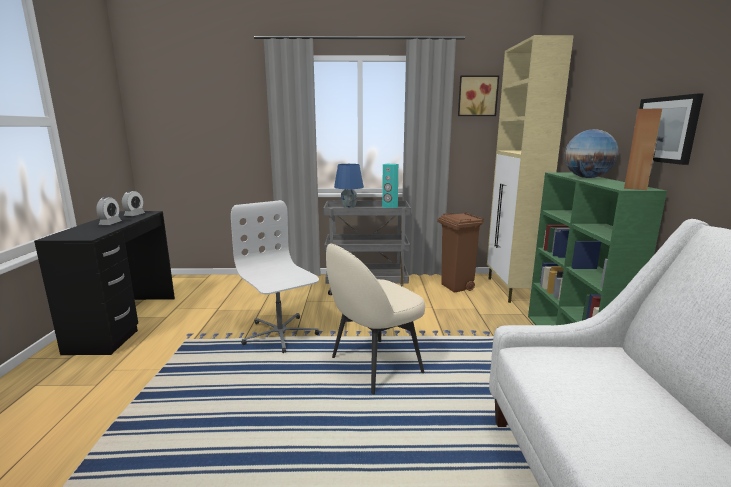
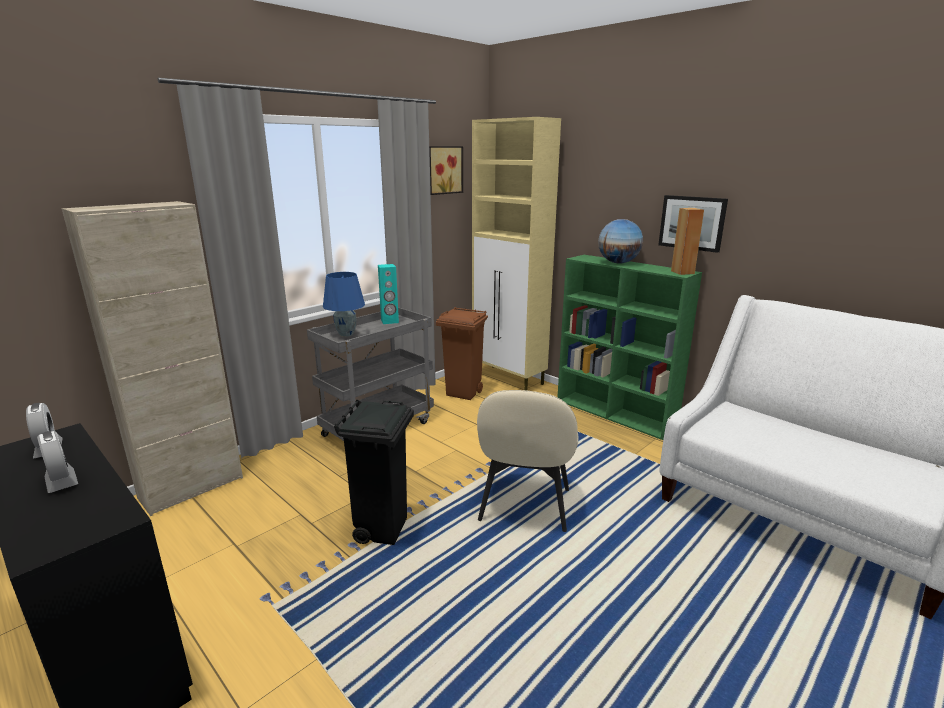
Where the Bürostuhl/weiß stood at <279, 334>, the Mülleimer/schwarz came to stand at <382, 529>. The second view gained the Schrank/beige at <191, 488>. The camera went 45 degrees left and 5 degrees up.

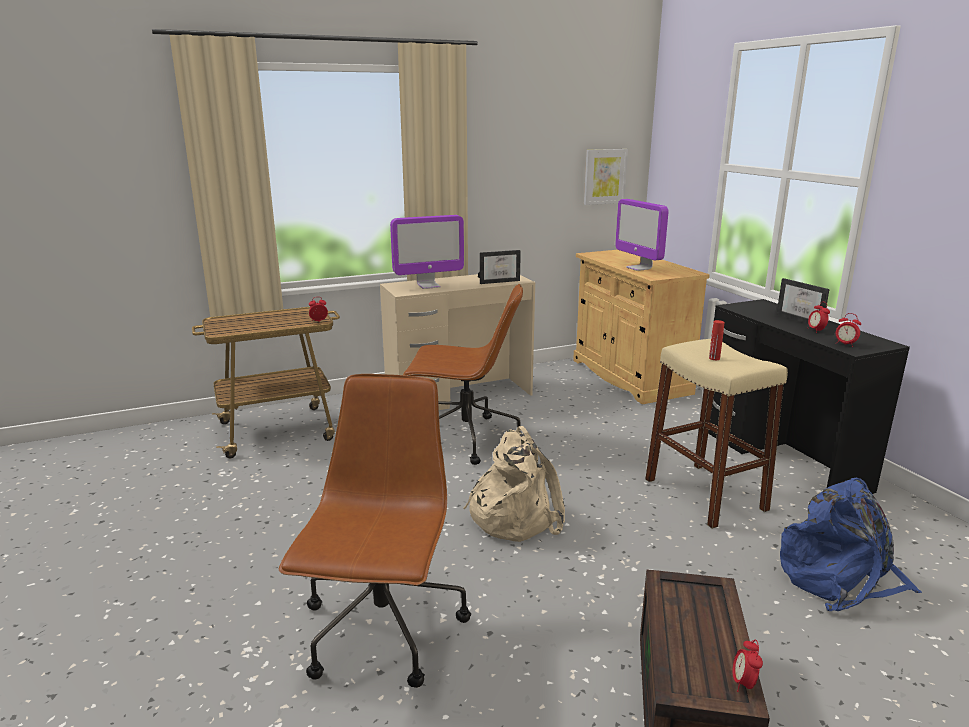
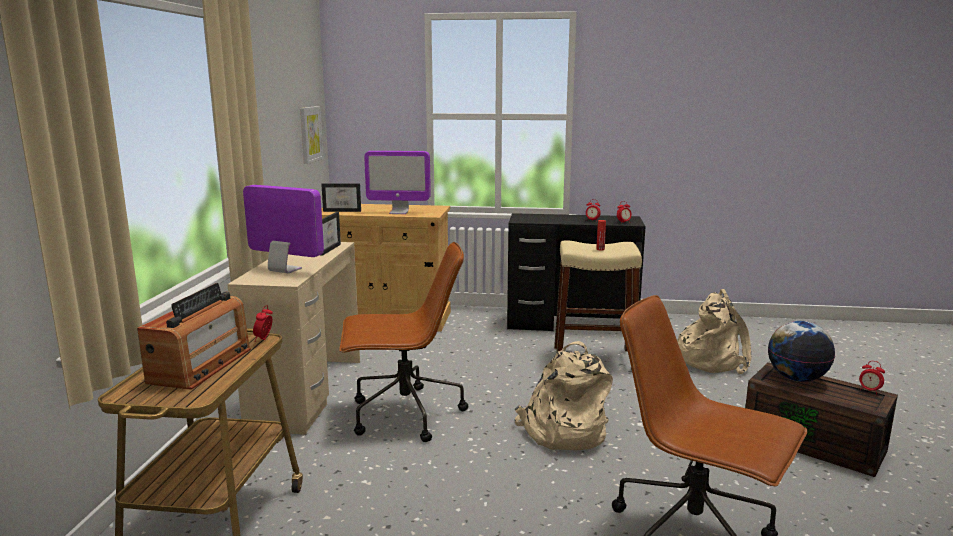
The Monitor at <428, 286> ended up facing another way, 75 degrees counterclockwise from before. The Bilderrahmen ended up elsewhere, having gone from <803, 320> to <343, 210>. The Bürostuhl/braun at <465, 439> ended up facing another way, 45 degrees clockwise from before. What was the Rucksack/blau at <839, 579> turned into the Rucksack/beige at <712, 360>. The second view gained the Radio at <201, 365>. The second view gained the Globus at <796, 378>. The camera went 60 degrees left and 5 degrees down.

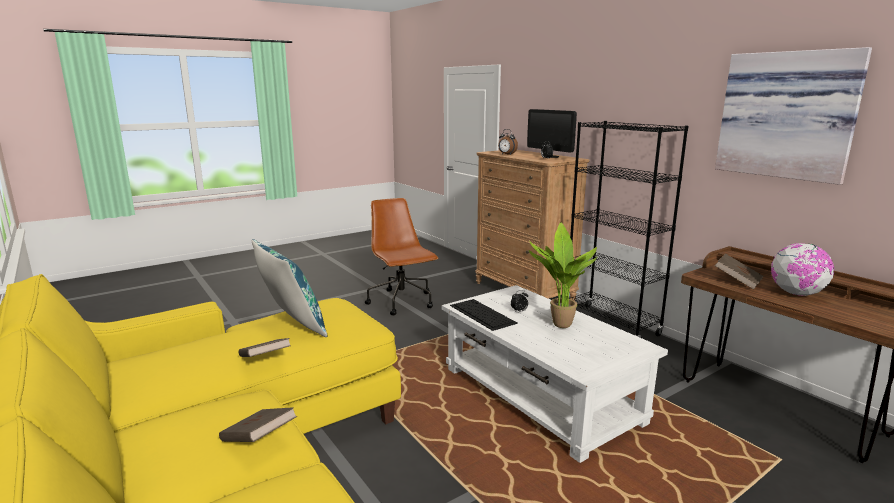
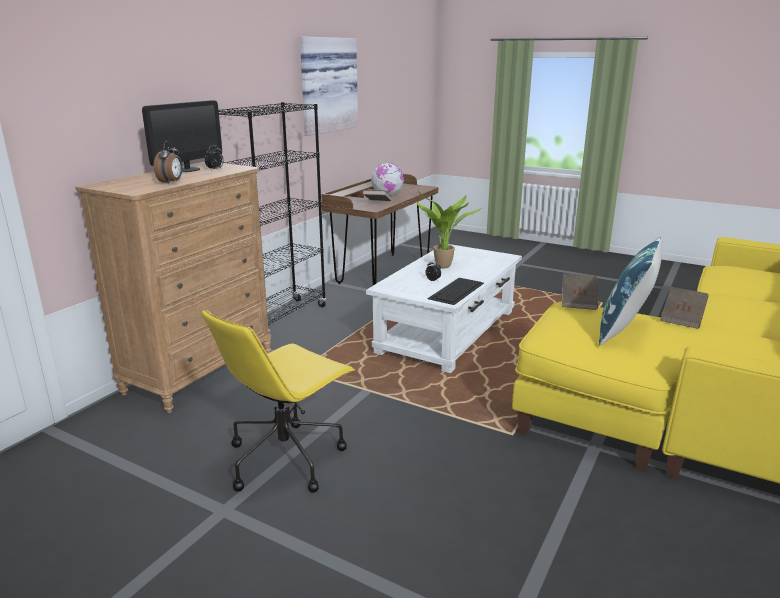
What was the Bürostuhl/braun at <402, 302> turned into the Bürostuhl/gelb at <286, 457>. The Buch/braun ended up elsewhere, having gone from <259, 440> to <578, 302>. The camera went 115 degrees left and 5 degrees up.

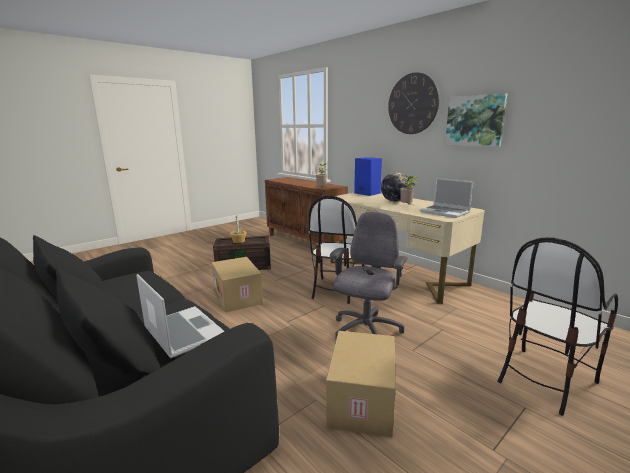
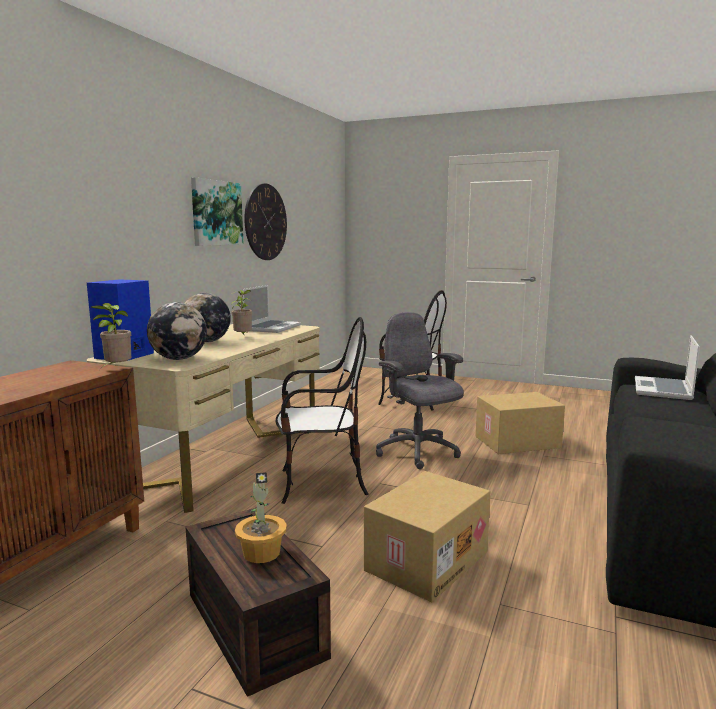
The Wanduhr ended up elsewhere, having gone from <412, 104> to <265, 222>. The Bürostuhl/grau at <365, 332> ended up facing another way, 60 degrees clockwise from before. The second view gained the Globus at <179, 359>. The camera went 115 degrees left and 5 degrees down.

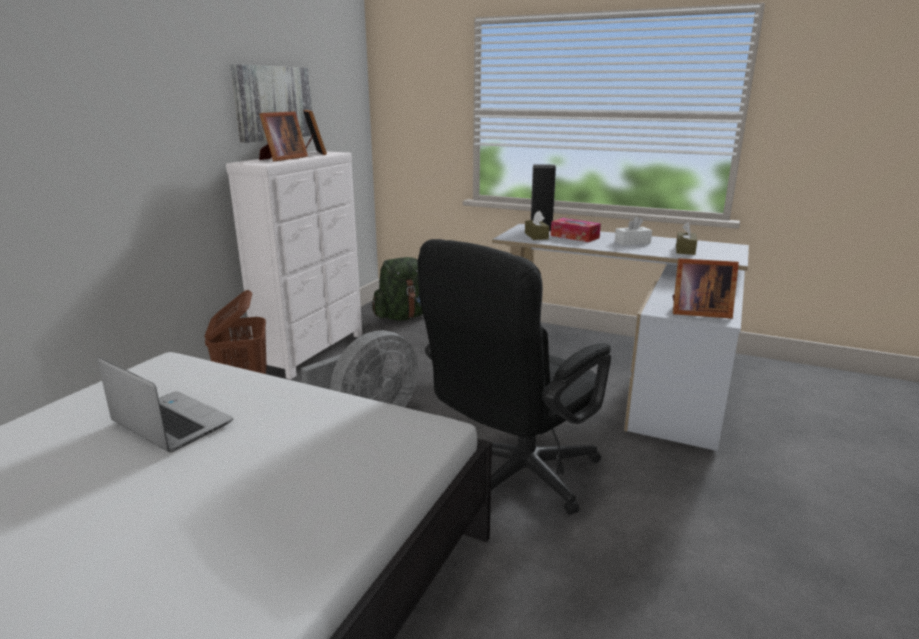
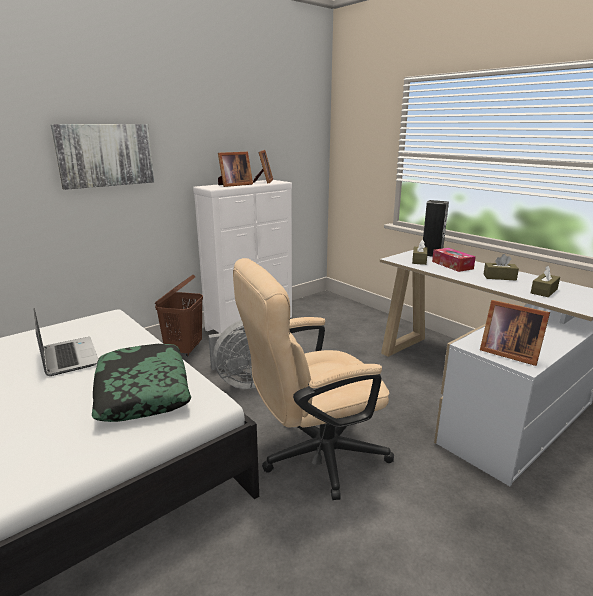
The Bild ended up elsewhere, having gone from <273, 103> to <105, 155>. What was the Taschentuchbox/weiß at <632, 242> turned into the Taschentuchbox/braun at <499, 277>. What was the Bürostuhl/schwarz at <514, 478> turned into the Bürostuhl/beige at <313, 456>. The second view lost the Rucksack/grün at <403, 317>. The second view gained the Kissen at <142, 391>. The camera went 25 degrees right and 0 degrees up.

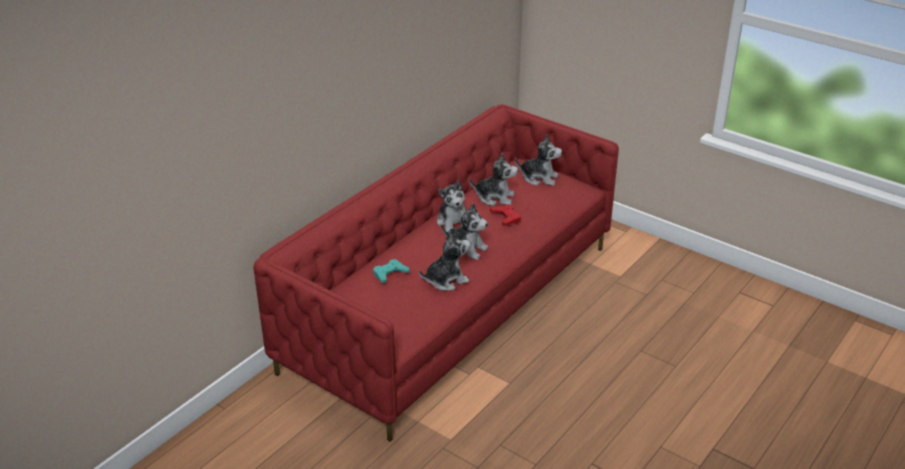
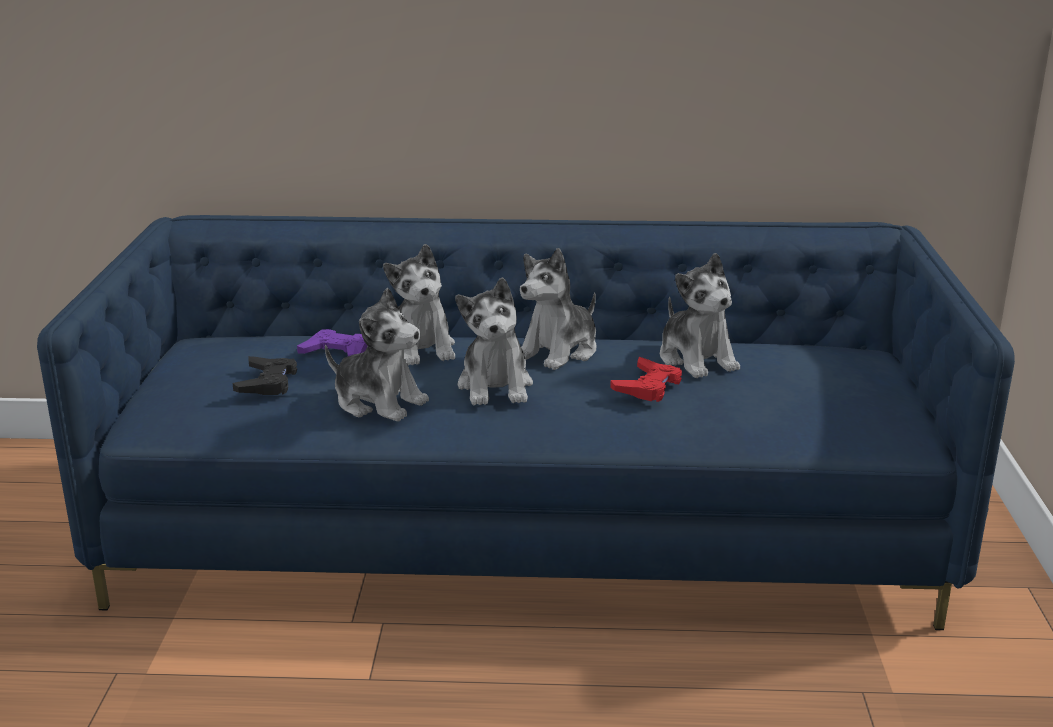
What was the Sofa/rot at <452, 305> turned into the Sofa/blau at <527, 530>. The Plüschtier ended up elsewhere, having gone from <539, 178> to <421, 348>. What was the Gamepad/türkis at <390, 274> turned into the Gamepad/lila at <337, 352>. The second view gained the Gamepad/schwarz at <267, 382>. The camera went 55 degrees right and 10 degrees down.

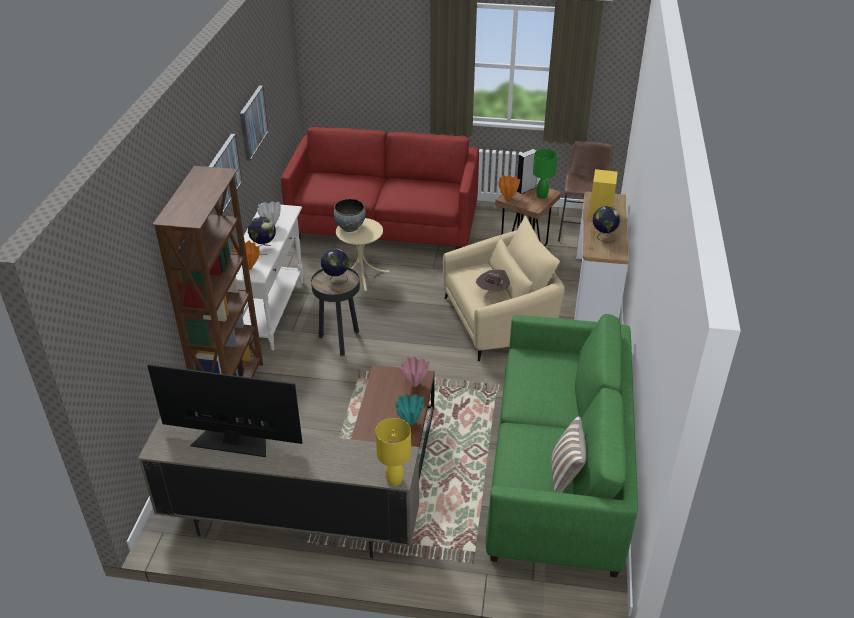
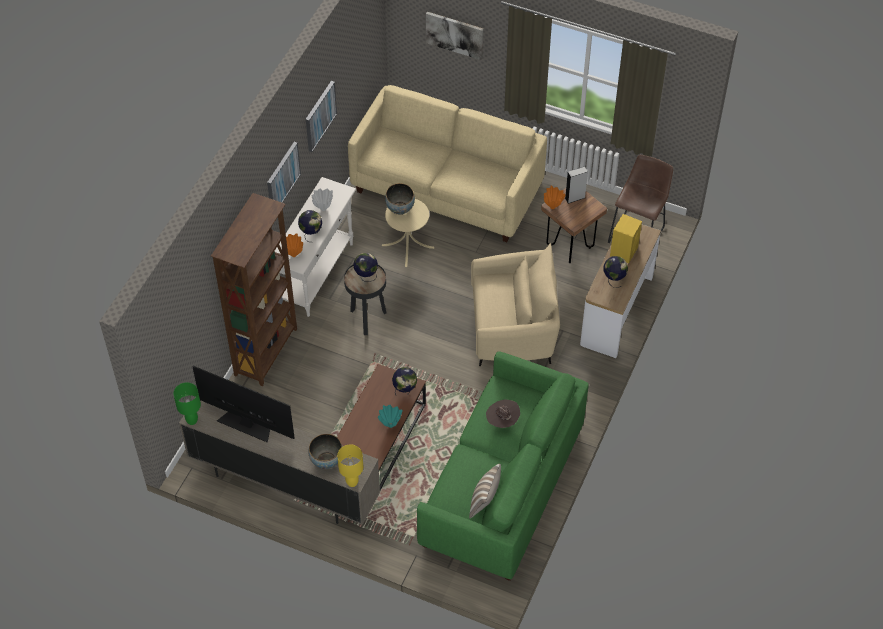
What was the Sofa/rot at <384, 225> turned into the Sofa/beige at <447, 188>. The Tischlampe/grün ended up elsewhere, having gone from <542, 196> to <192, 421>. The Hut/braun ended up elsewhere, having gone from <492, 292> to <502, 421>. Where the Vase/rosa stood at <414, 384>, the Globus came to stand at <405, 390>. The second view gained the Bild at <455, 34>. The second view gained the Schüssel at <326, 461>. The camera went 15 degrees right and 15 degrees up.

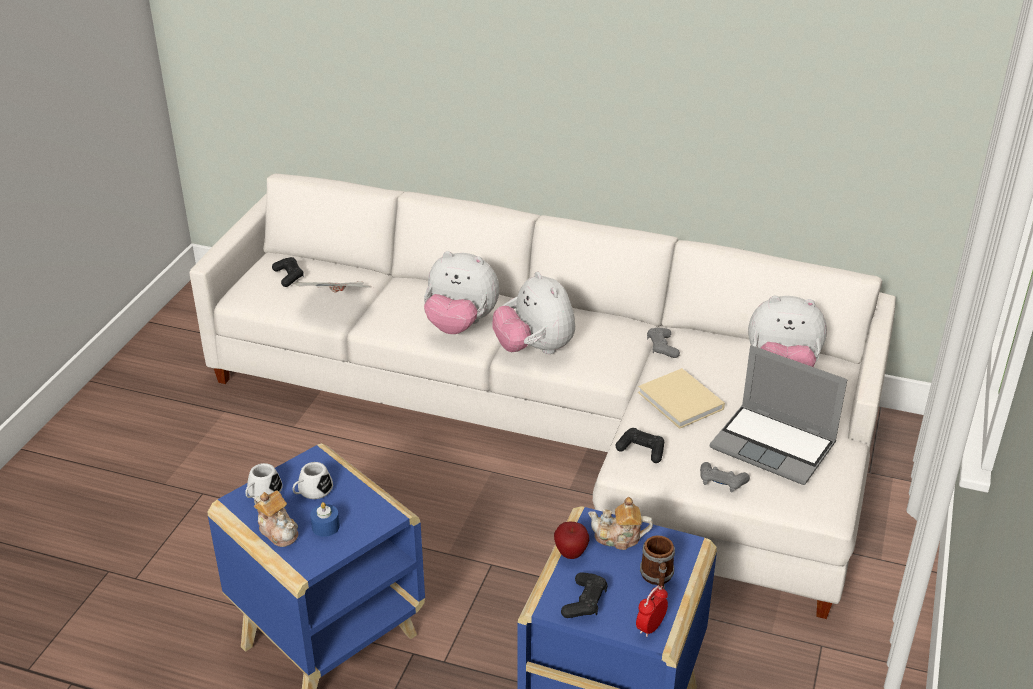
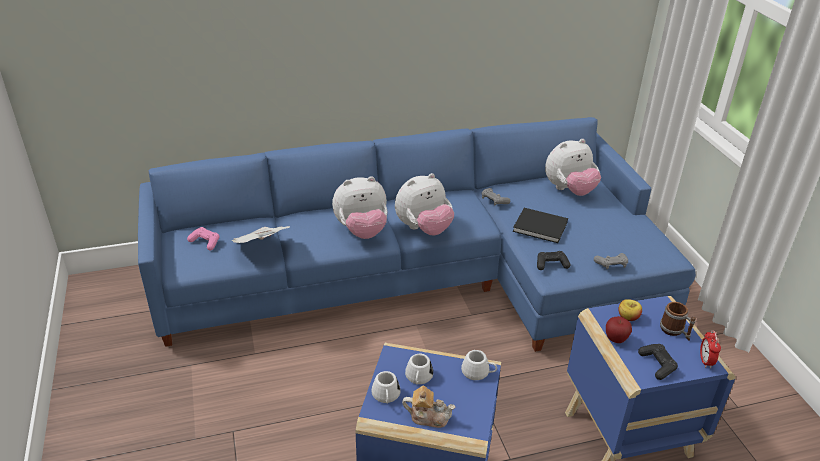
What was the Sofa/weiß at <565, 422> turned into the Sofa/blau at <428, 275>. What was the Gamepad/schwarz at <288, 276> turned into the Gamepad/rosa at <205, 242>. The Plüschtier at <534, 349> ended up facing another way, 60 degrees counterclockwise from before. The second view lost the Laptop at <775, 446>. What was the Buch/beige at <682, 402> turned into the Buch/schwarz at <541, 227>. Where the Teekanne stood at <618, 538>, the Apfel came to stand at <628, 317>. The second view lost the Kerze/blau at <325, 527>. The second view gained the Henkelbecher/weiß at <478, 372>. The camera went 35 degrees left and 0 degrees up.

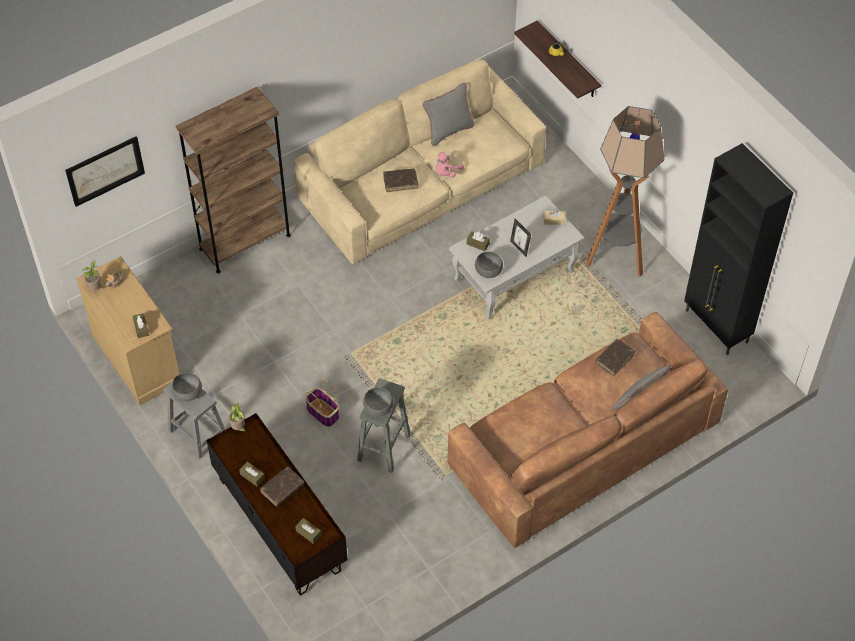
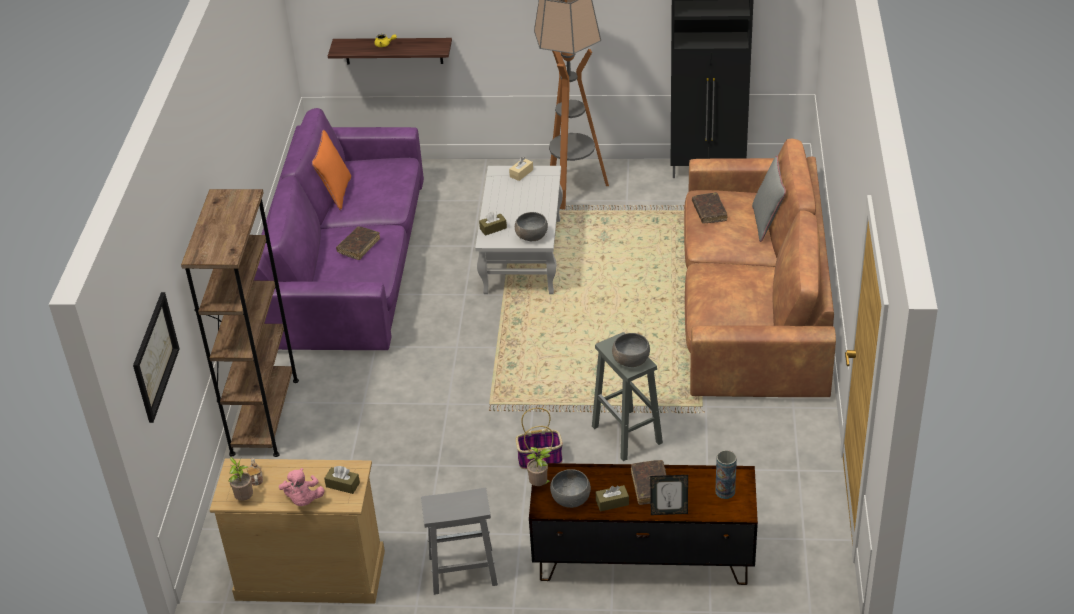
What was the Sofa/beige at <422, 183> turned into the Sofa/lila at <348, 262>. What was the Kissen/grau at <448, 131> turned into the Kissen/orange at <335, 193>. The Plüschtier/rosa ended up elsewhere, having gone from <446, 172> to <303, 500>. The Bilderrahmen ended up elsewhere, having gone from <519, 248> to <669, 512>. The Schüssel/grau ended up elsewhere, having gone from <188, 393> to <571, 499>. Where the Taschentuchbox/braun stood at <308, 533>, the Vase came to stand at <725, 491>. The camera went 50 degrees left and 15 degrees down.

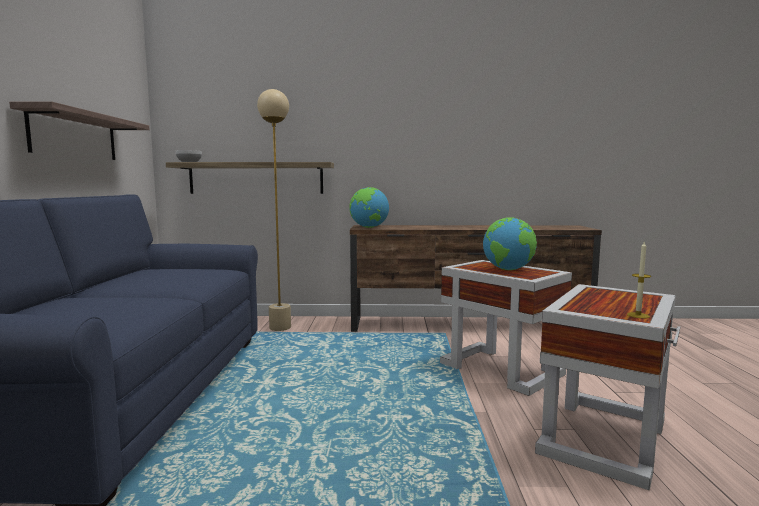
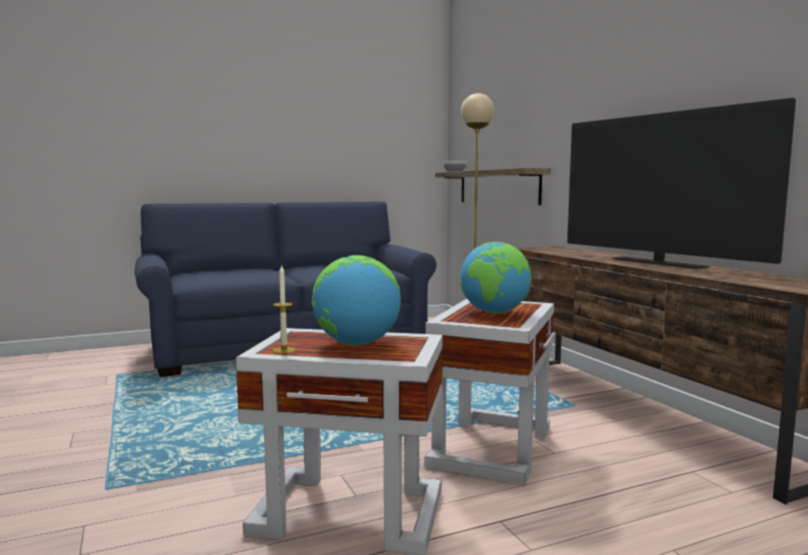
The second view lost the Wandregal at <75, 136>. The Globus ended up elsewhere, having gone from <369, 227> to <356, 344>. The second view gained the Fernseher at <658, 263>. The camera went 65 degrees right and 0 degrees up.

